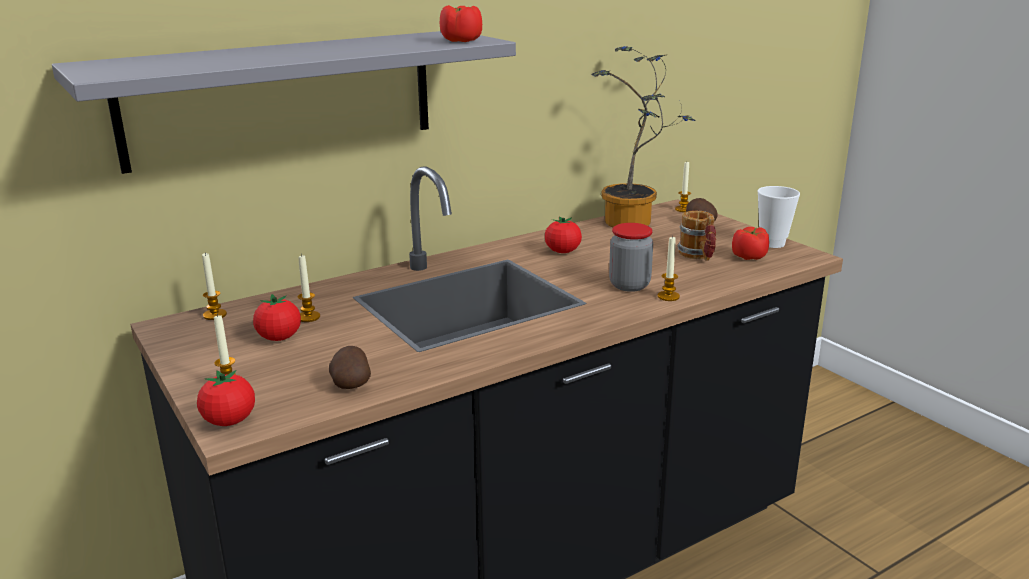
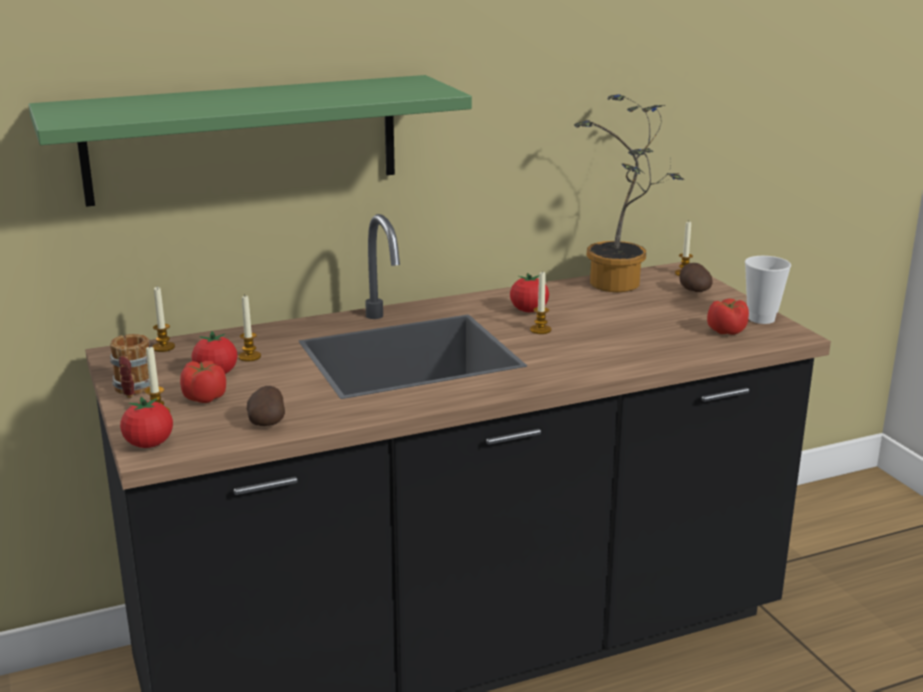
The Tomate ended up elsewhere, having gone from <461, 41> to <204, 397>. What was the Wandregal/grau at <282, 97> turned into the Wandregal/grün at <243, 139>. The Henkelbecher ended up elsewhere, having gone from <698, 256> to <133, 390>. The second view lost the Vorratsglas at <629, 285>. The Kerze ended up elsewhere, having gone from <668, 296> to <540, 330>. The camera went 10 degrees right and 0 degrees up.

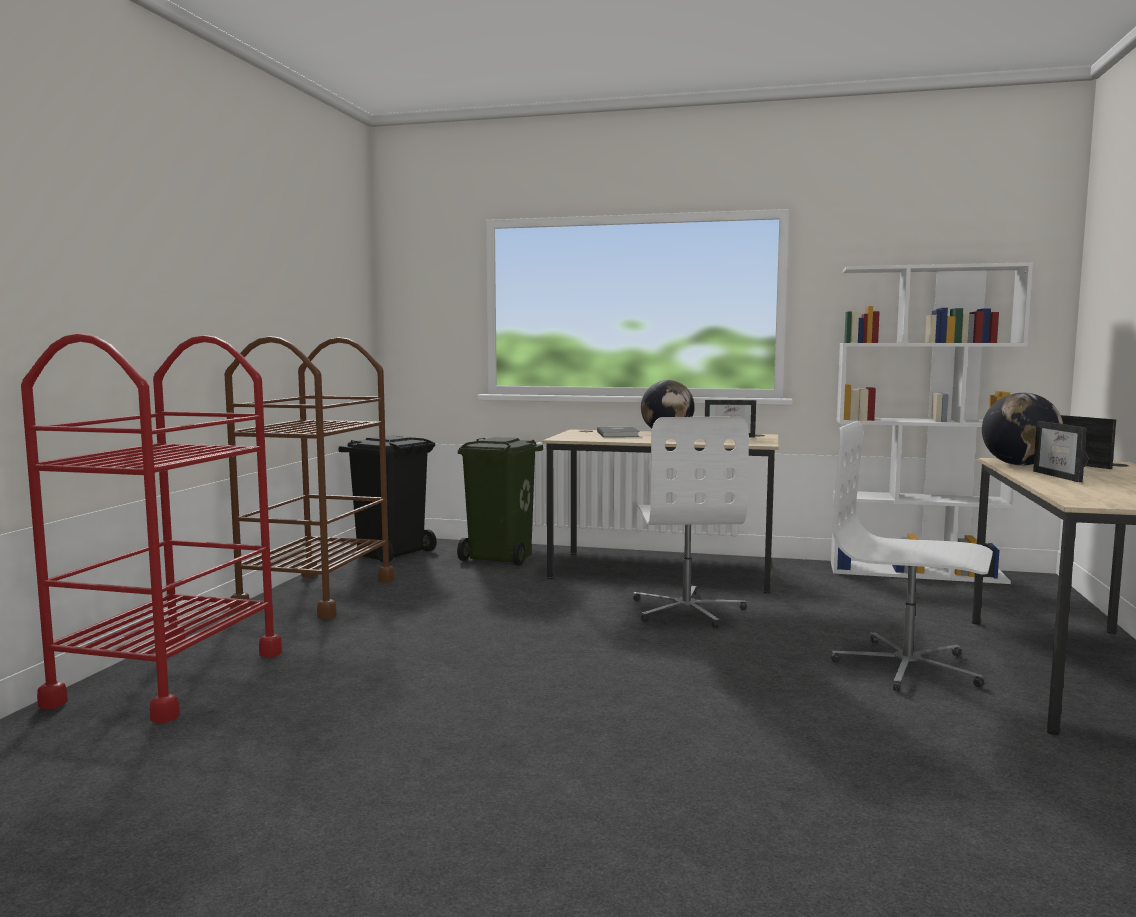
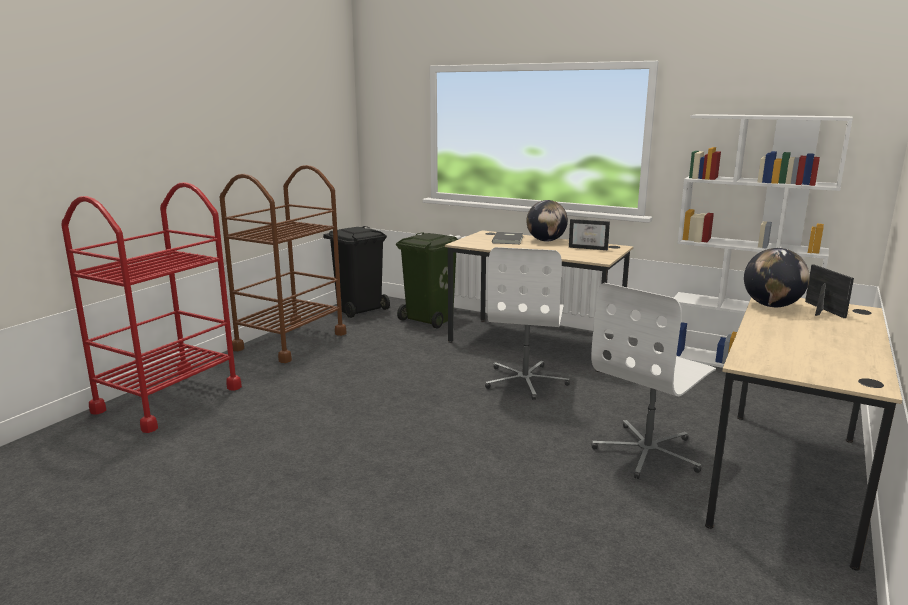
The Bürostuhl/weiß at <907, 667> ended up facing another way, 90 degrees counterclockwise from before. The second view lost the Bilderrahmen at <1064, 477>. The camera went 15 degrees right and 10 degrees up.

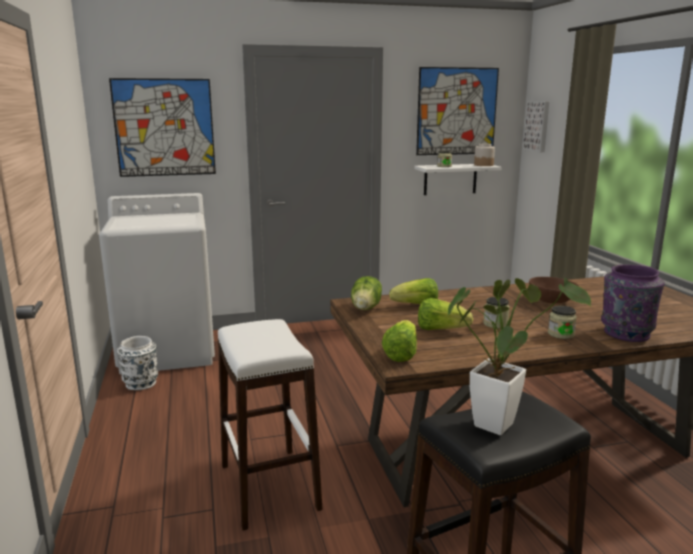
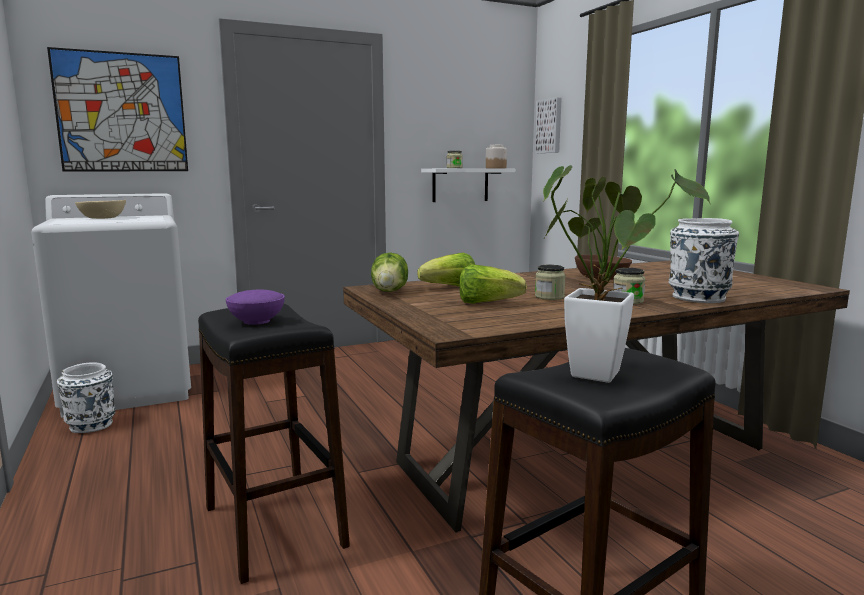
The second view lost the Bild at <457, 111>. What was the Vase/lila at <625, 334> turned into the Vase/weiß at <698, 298>. What was the Hocker/weiß at <268, 486> turned into the Hocker/schwarz at <273, 526>. The second view lost the Salatkopf at <401, 354>. The second view gained the Schüssel/beige at <102, 218>. The second view gained the Schüssel/lila at <256, 321>. The camera went 10 degrees left and 5 degrees down.

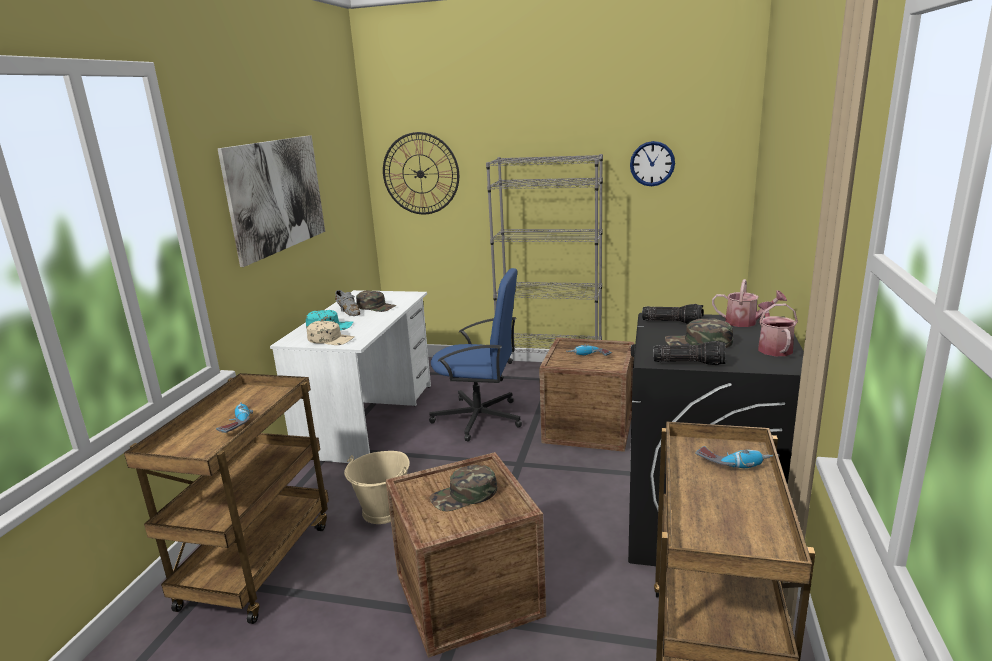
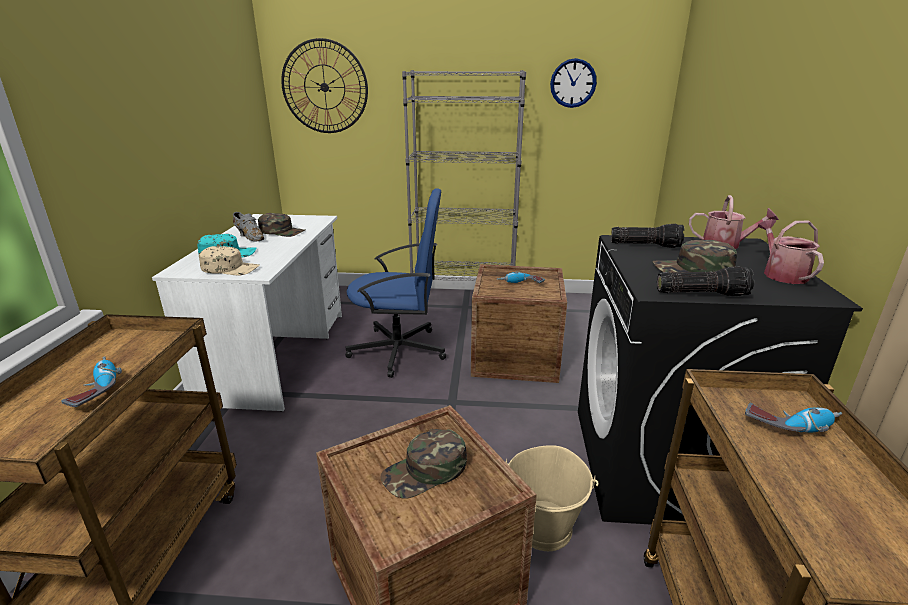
The second view lost the Bild at <277, 195>. The Eimer/beige ended up elsewhere, having gone from <383, 511> to <544, 528>. The camera went 10 degrees left and 5 degrees up.

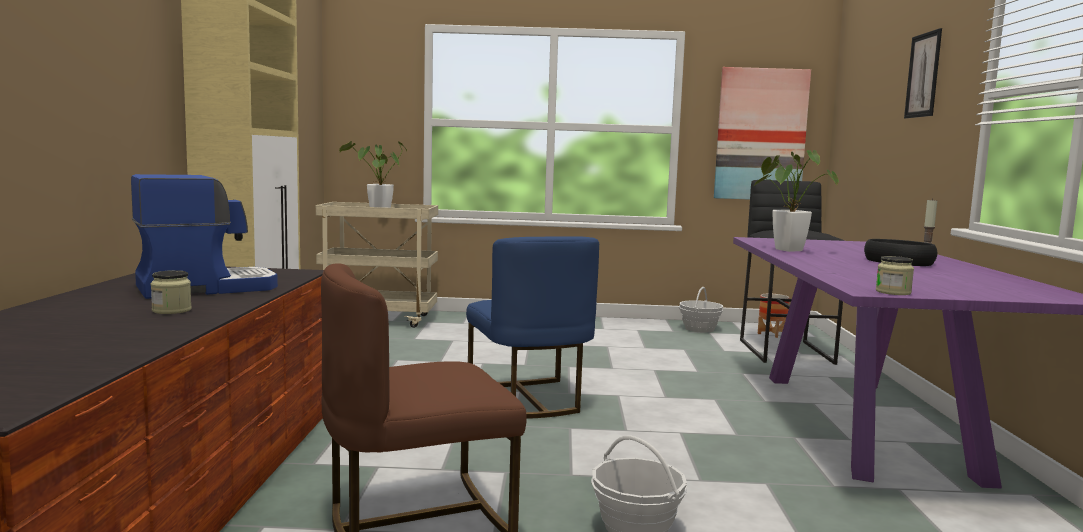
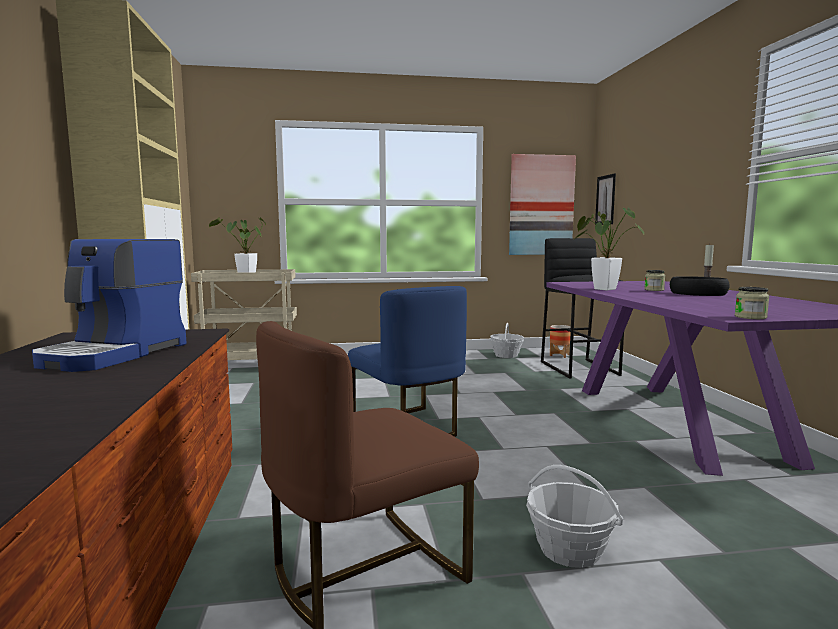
The Bild ended up elsewhere, having gone from <923, 75> to <605, 200>. The Kaffeemaschine at <206, 288> ended up facing another way, 150 degrees clockwise from before. The Vorratsglas ended up elsewhere, having gone from <171, 310> to <654, 290>. The camera went 10 degrees left and 0 degrees up.

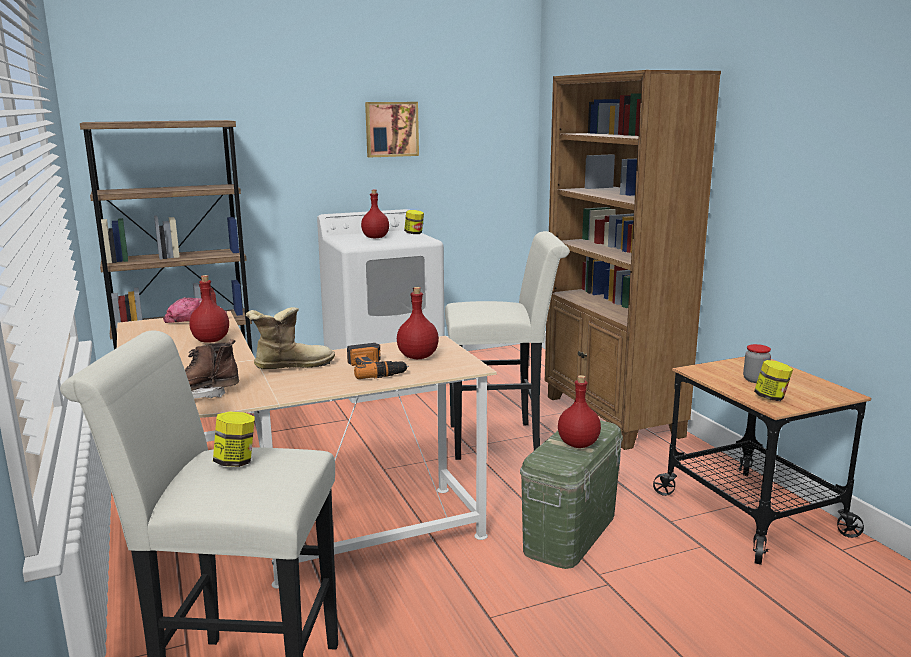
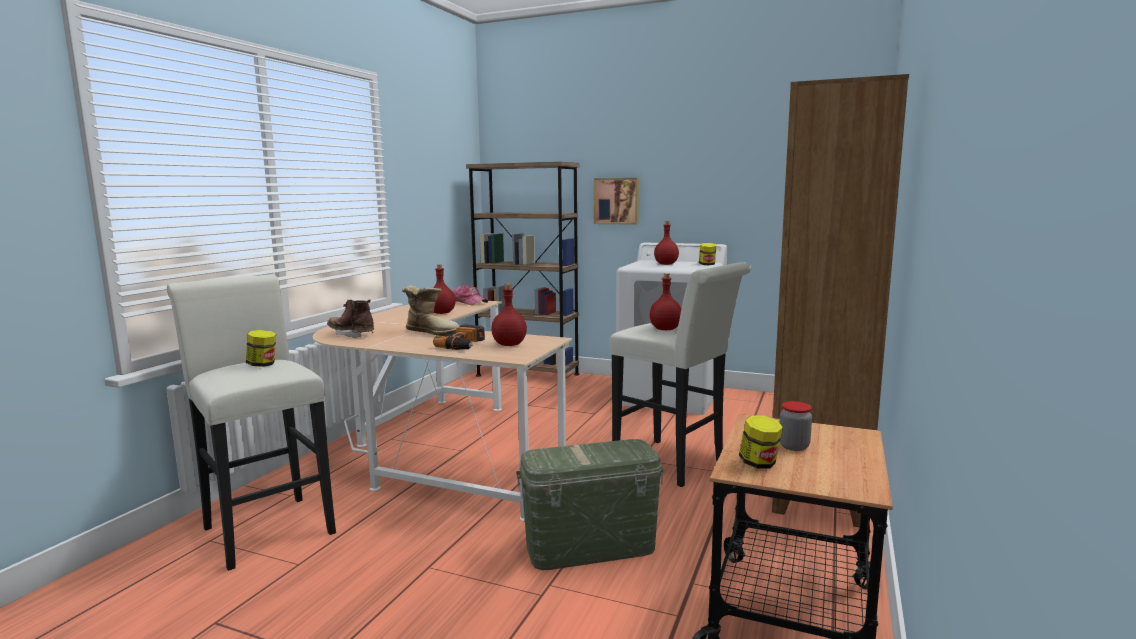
The Bild ended up elsewhere, having gone from <391, 129> to <616, 201>. The Flasche/rot ended up elsewhere, having gone from <578, 445> to <665, 329>. The camera went 45 degrees right and 5 degrees down.

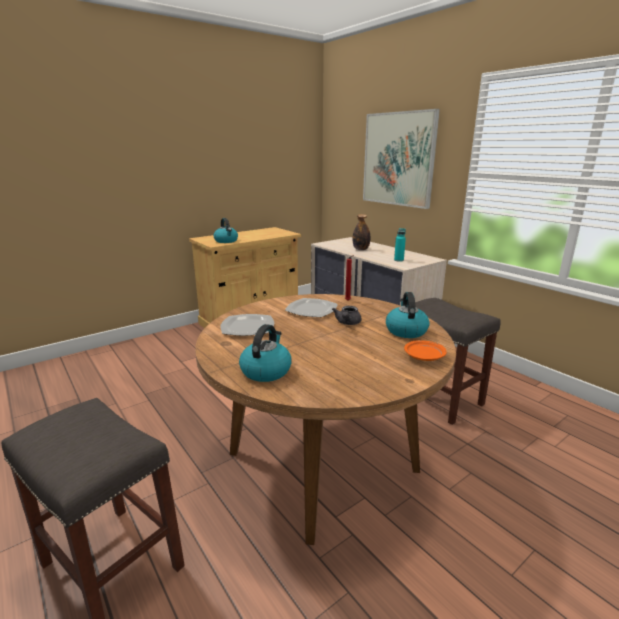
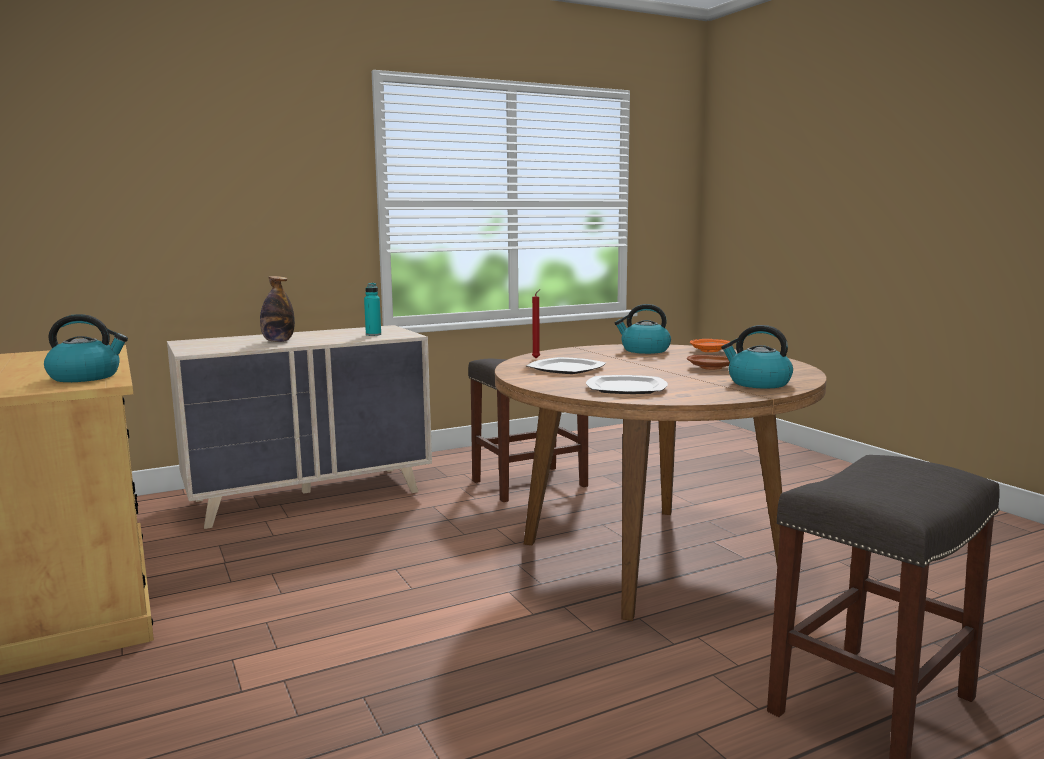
The second view lost the Bild at <398, 159>. The second view lost the Teekanne/grau at <347, 323>. The second view gained the Teller/braun at <711, 368>. The camera went 80 degrees left and 10 degrees down.

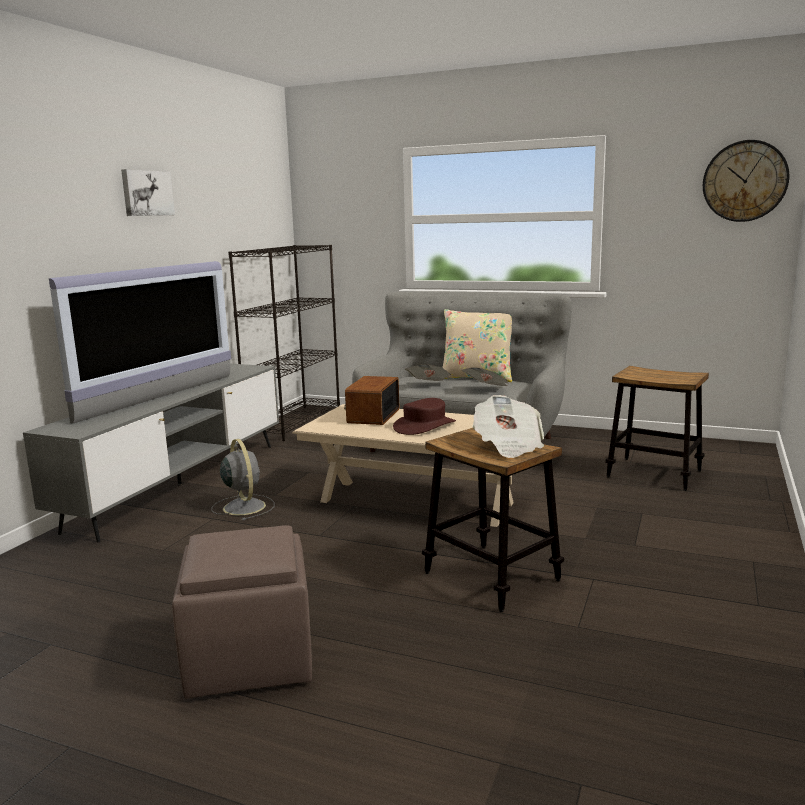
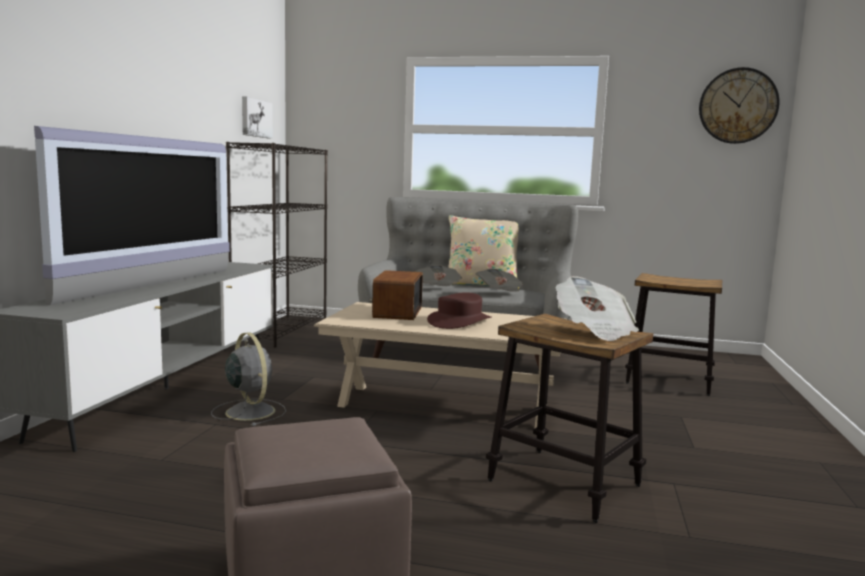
The Bild ended up elsewhere, having gone from <146, 193> to <255, 118>. The camera went 10 degrees left and 5 degrees down.

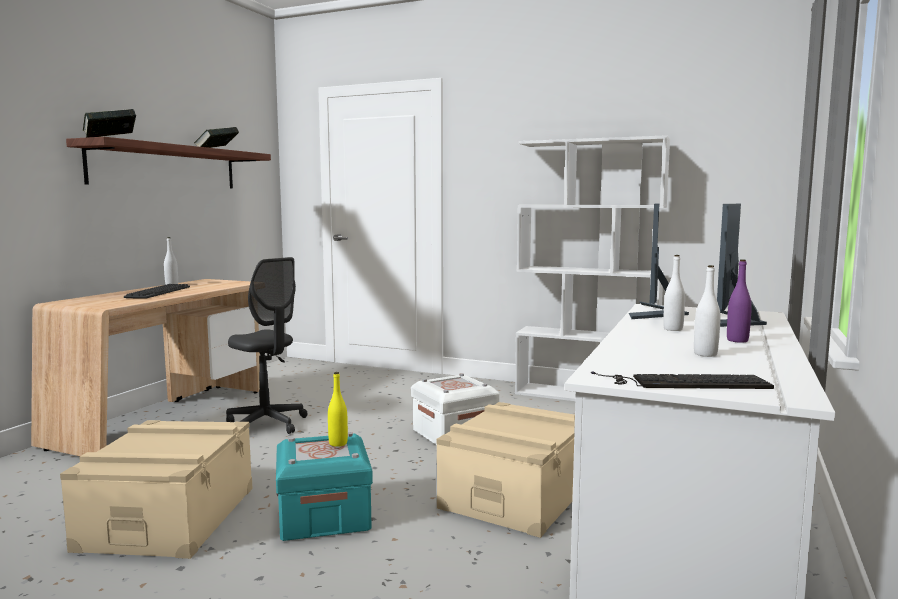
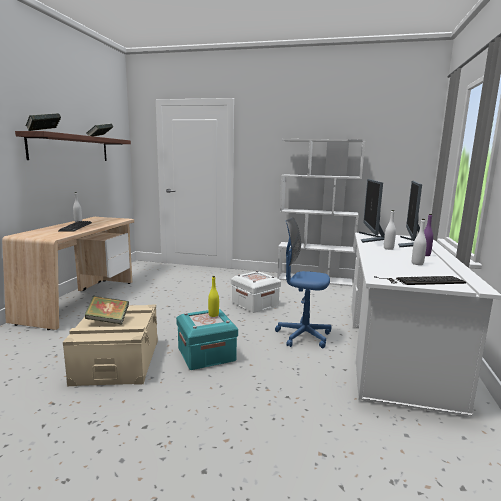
The second view lost the Bürostuhl/grau at <267, 424>. Where the Aufbewahrungsbox/beige stood at <516, 494>, the Bürostuhl/blau came to stand at <303, 336>. The second view gained the Buch at <108, 321>. The camera went 10 degrees left and 5 degrees up.

